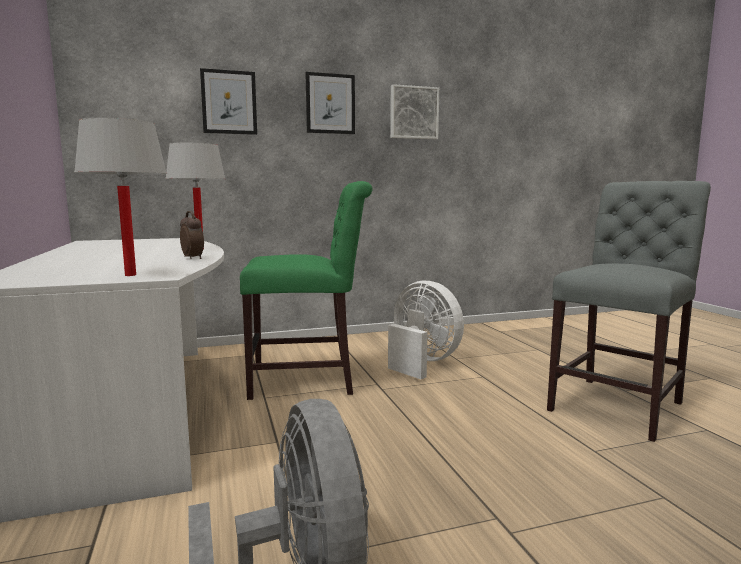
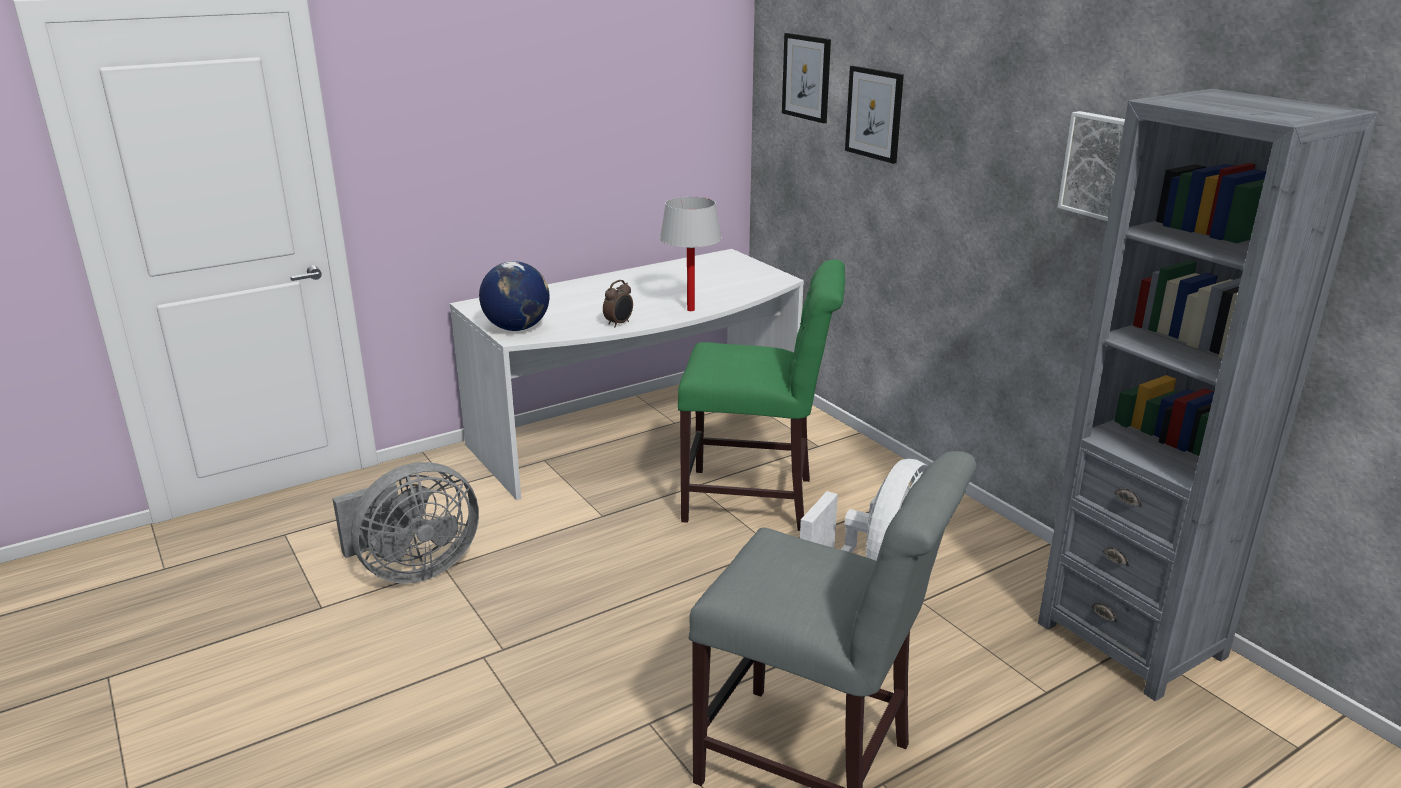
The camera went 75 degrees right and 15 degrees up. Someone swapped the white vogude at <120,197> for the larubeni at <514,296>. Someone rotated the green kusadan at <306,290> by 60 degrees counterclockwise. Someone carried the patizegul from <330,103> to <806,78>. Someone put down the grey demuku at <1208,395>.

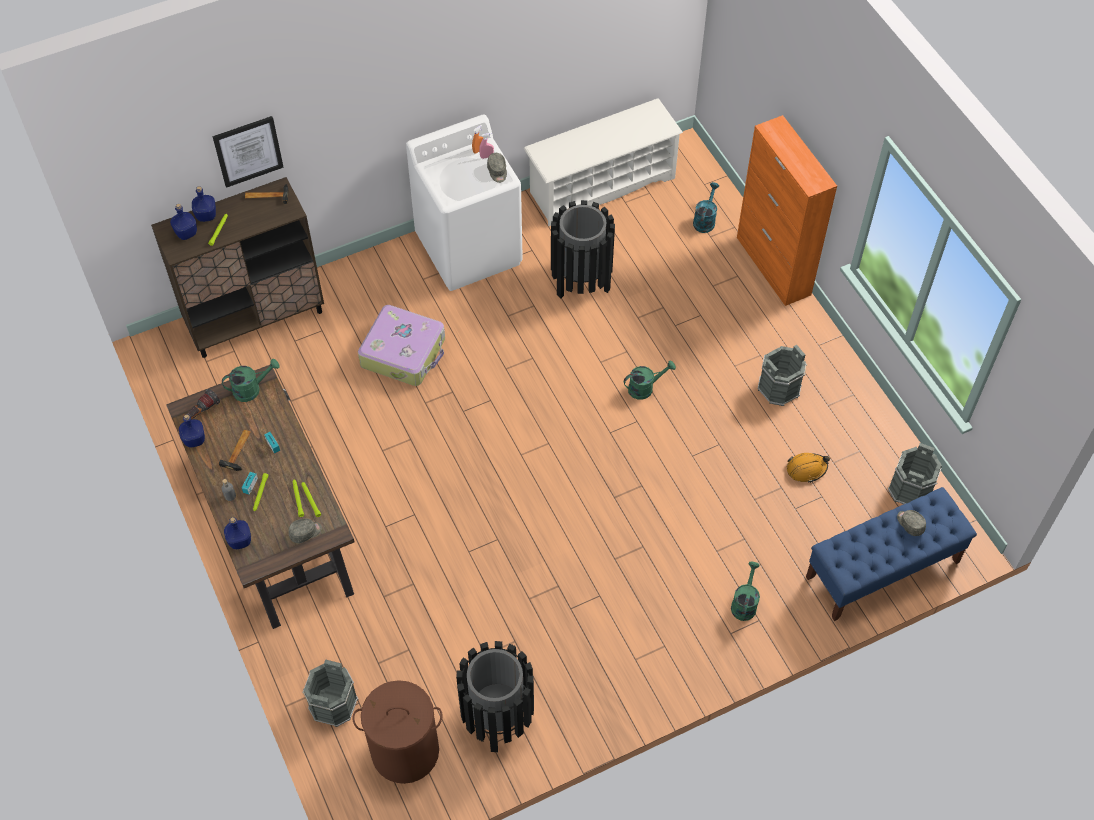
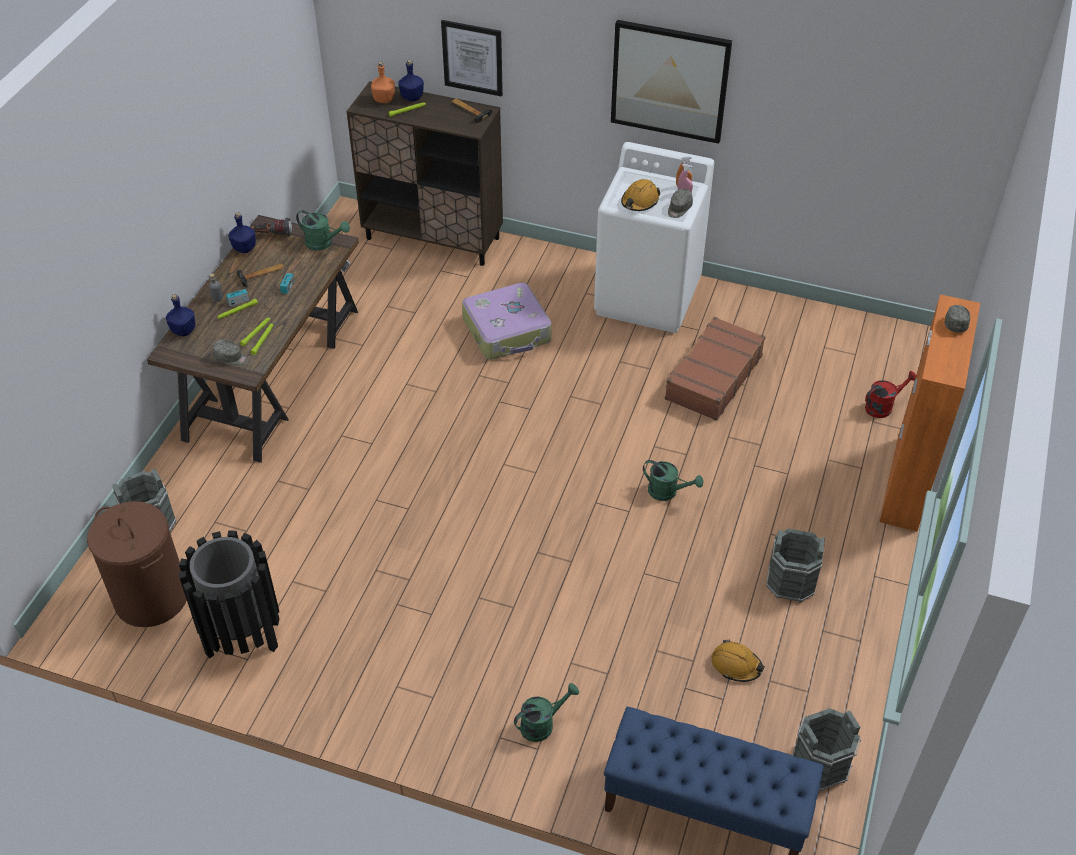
The camera went 45 degrees right and 10 degrees down. Someone repainted the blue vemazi at <183,222>, which became the orange vemazi at <383,82>. Someone put up the patizegul at <671,82>. Someone put down the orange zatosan at <640,195>. Someone swapped the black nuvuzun at <583,249> for the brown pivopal at <715,369>. Someone repainted the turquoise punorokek at <706,207>, which became the red punorokek at <890,394>. Someone carried the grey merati from <911,523> to <957,319>. Someone took away the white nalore at <603,162>.

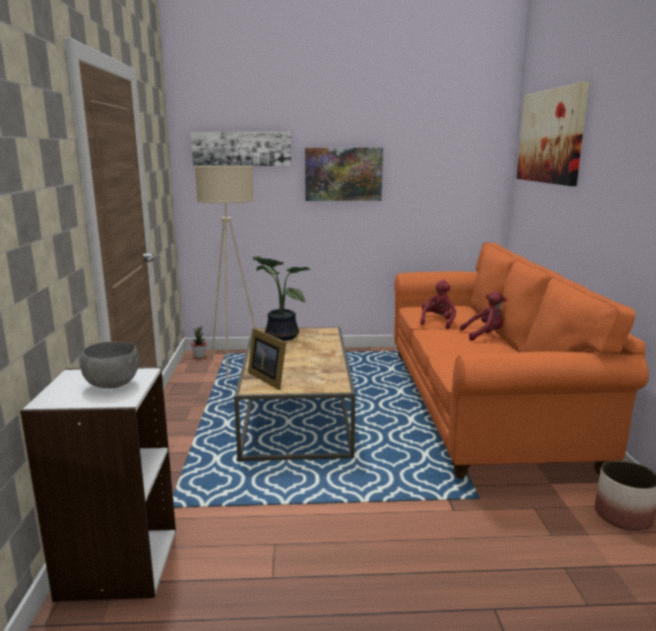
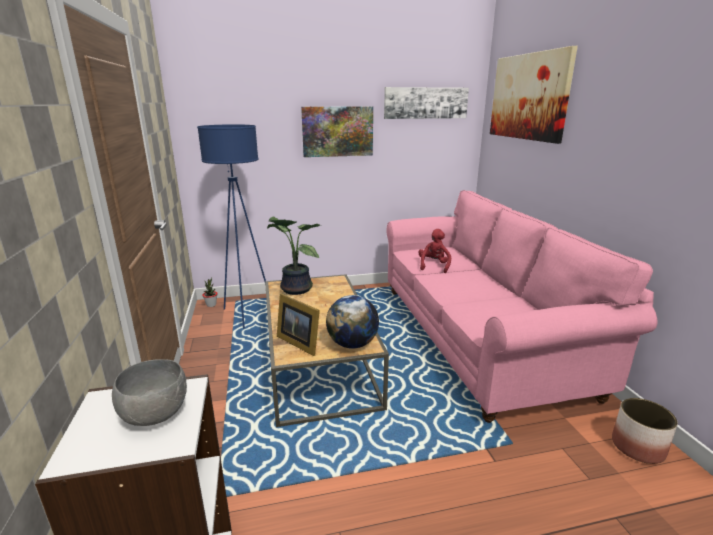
The camera went 10 degrees left and 5 degrees up. Someone repainted the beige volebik at <225,272>, which became the blue volebik at <231,226>. Someone put down the larubeni at <352,322>. Someone carried the patizegul from <241,149> to <426,103>. Someone repainted the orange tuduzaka at <521,360>, which became the pink tuduzaka at <522,306>. Someone took away the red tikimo at <483,316>.

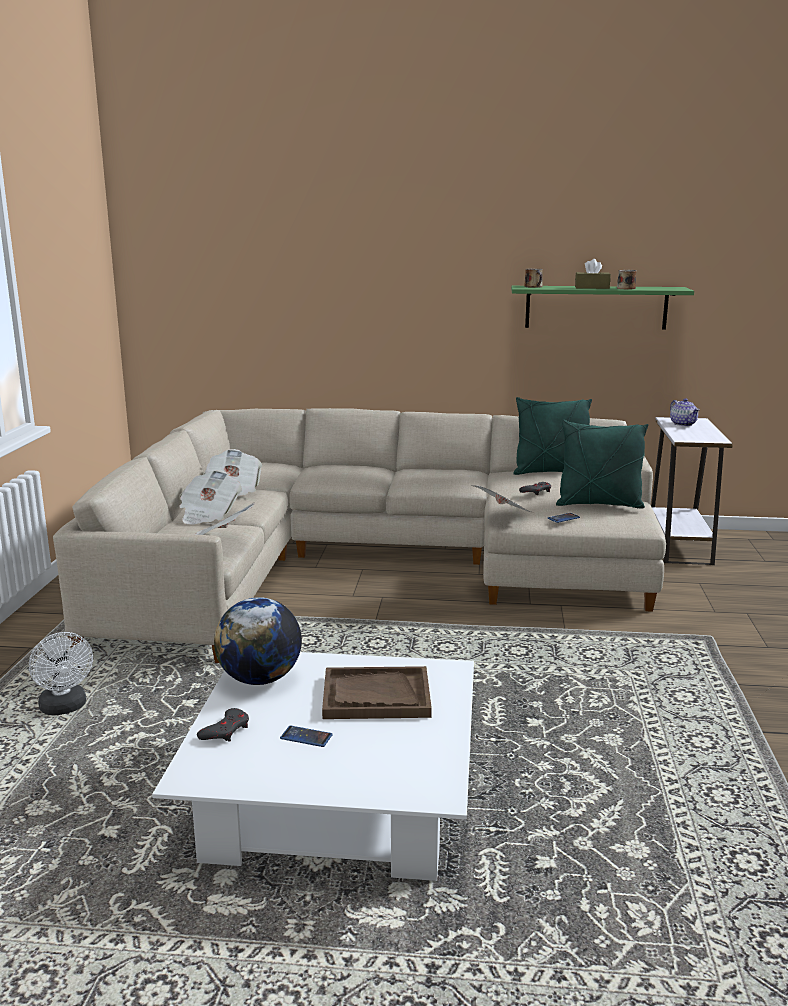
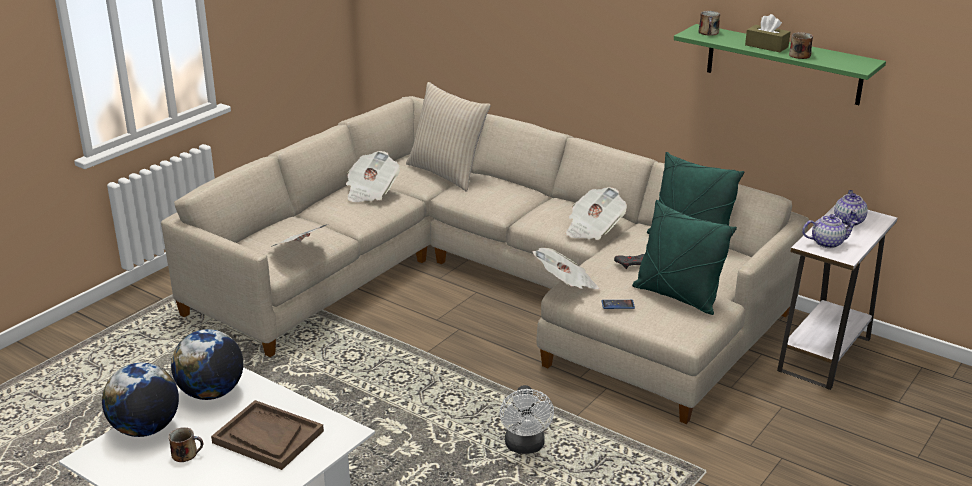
The camera went 30 degrees right and 10 degrees up. Someone swapped the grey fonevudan at <223,725> for the larubeni at <140,400>. Someone swapped the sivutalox at <306,736> for the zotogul at <186,444>. Someone put down the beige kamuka at <448,137>. Someone carried the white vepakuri from <61,673> to <527,419>. Someone carried the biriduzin from <210,497> to <596,213>. Someone put down the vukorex at <830,231>.

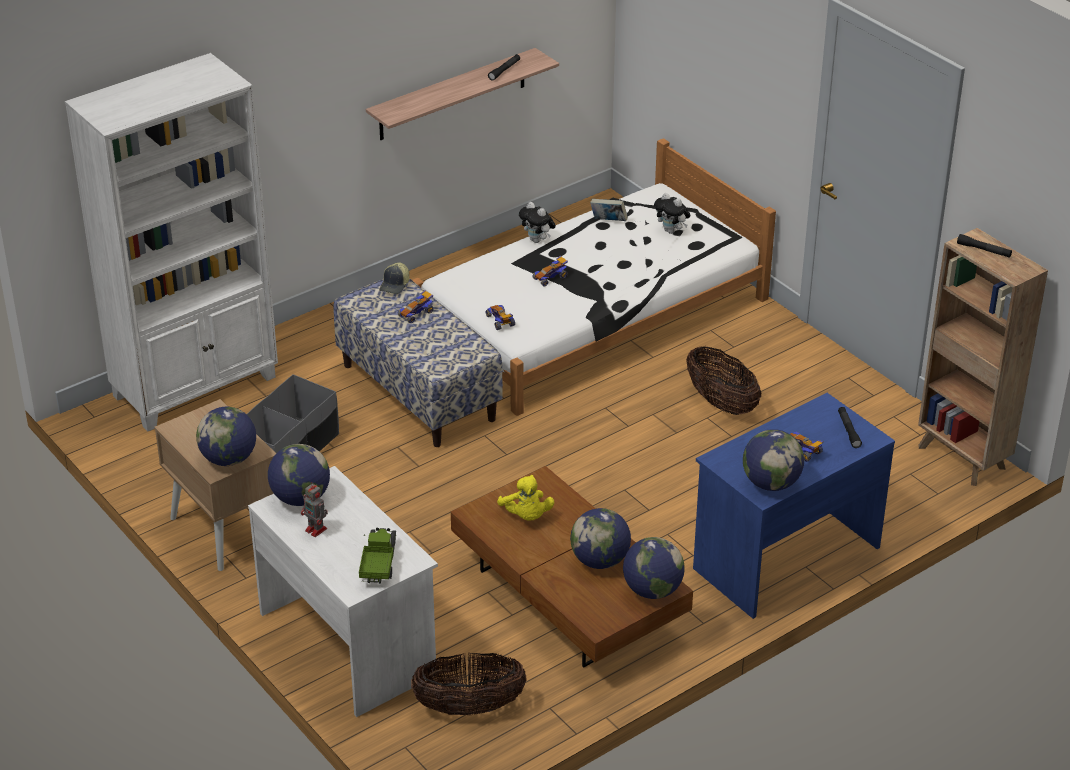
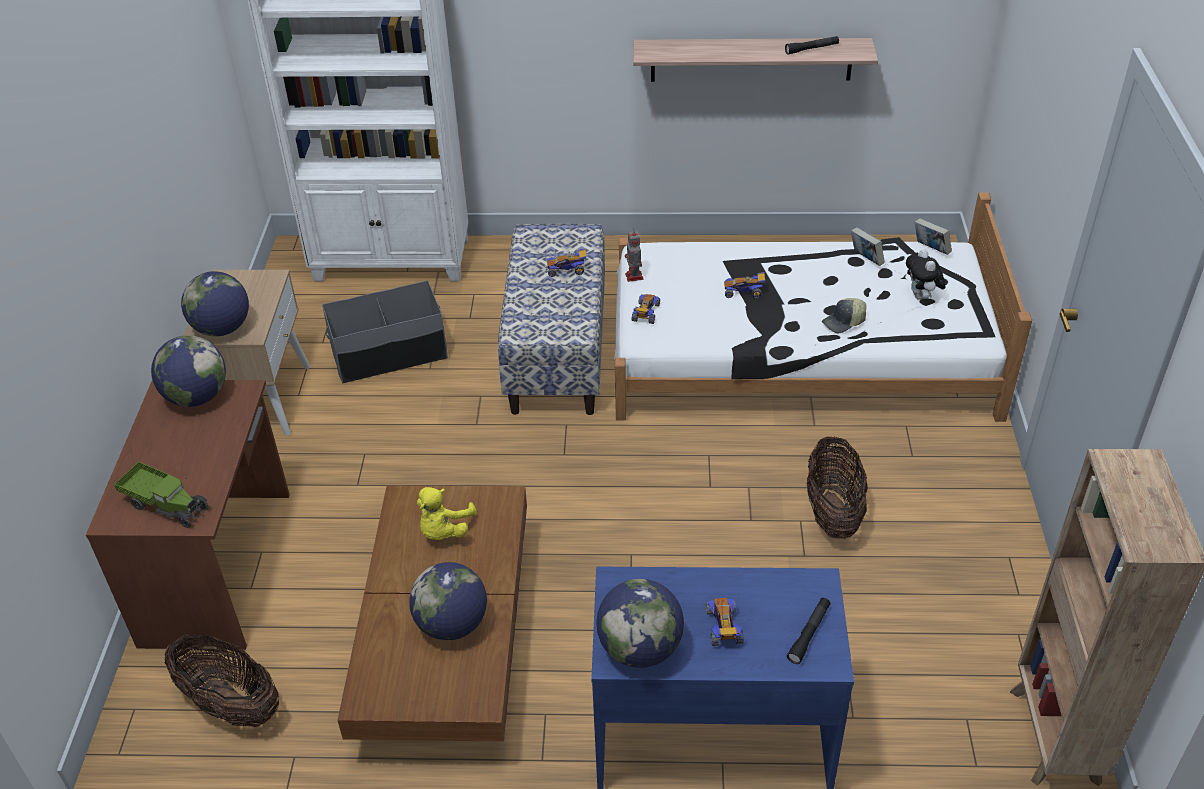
The camera went 40 degrees right and 5 degrees up. Someone repainted the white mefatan at <343,591>, which became the brown mefatan at <188,515>. Someone rotated the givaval at <377,556> by 75 degrees clockwise. Someone carried the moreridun from <314,509> to <634,255>. Someone carried the merati from <394,278> to <844,315>. Someone put down the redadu at <933,236>. Someone took away the tikimo at <537,222>. Someone took away the larubeni at <654,568>. Someone took away the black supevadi at <984,246>.

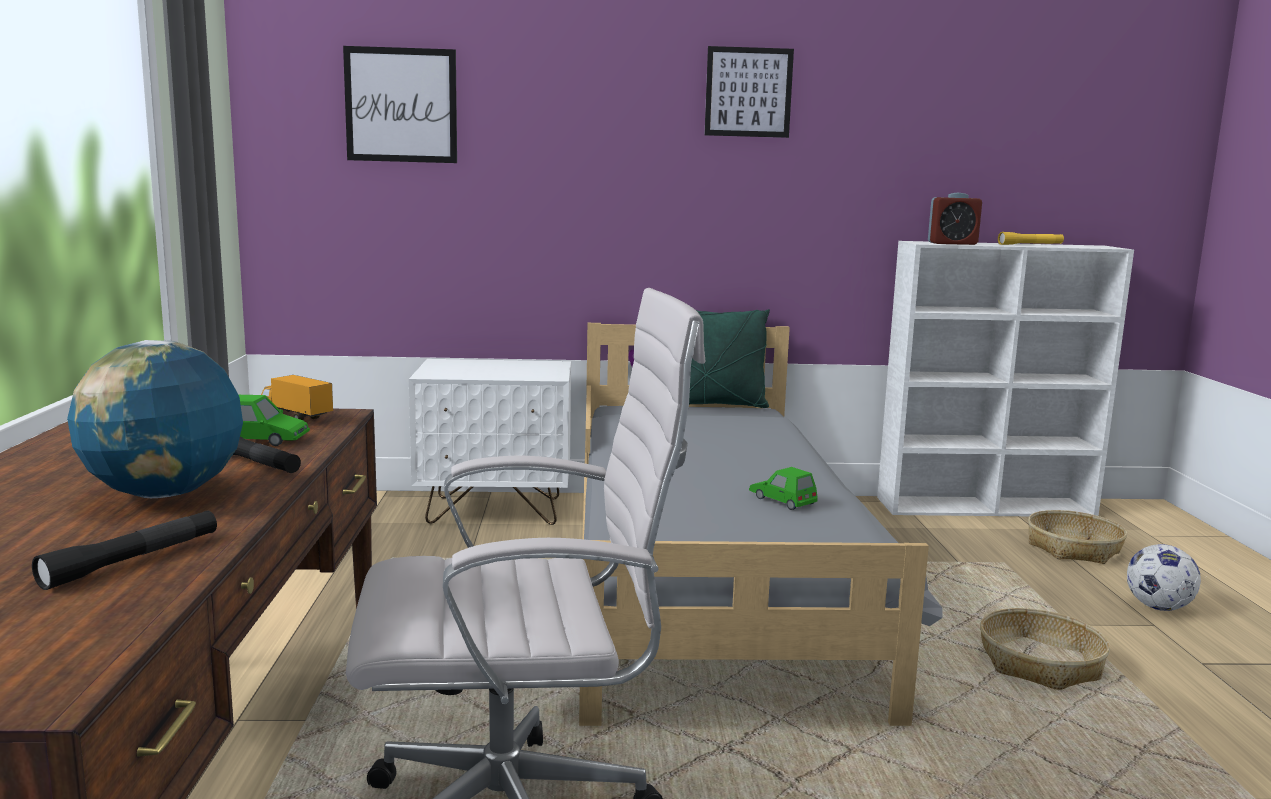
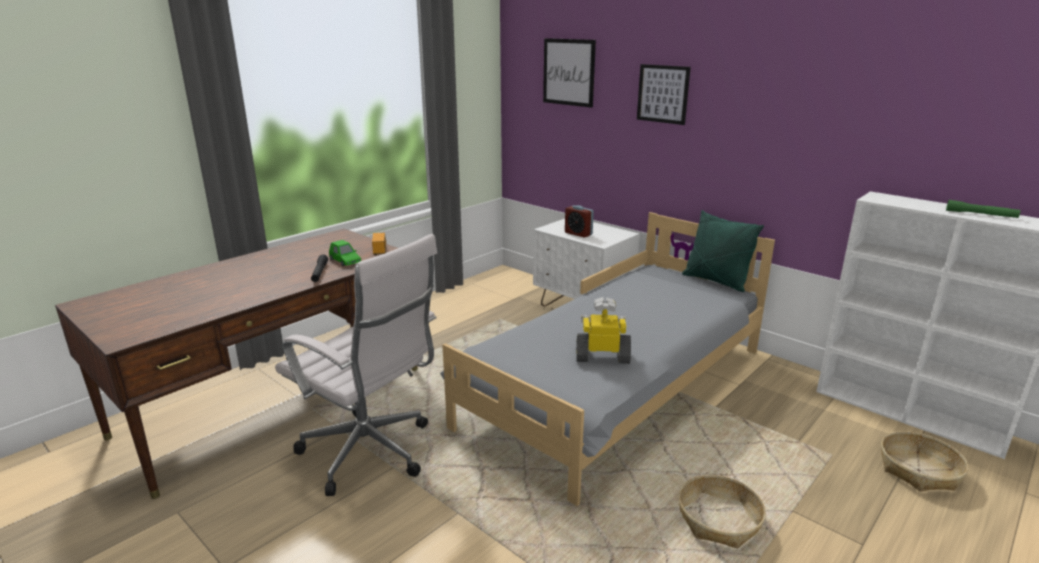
The camera went 45 degrees right and 10 degrees up. Someone carried the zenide from <955,219> to <579,221>. Someone swapped the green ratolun at <783,488> for the moreridun at <603,330>. Someone carried the patizegul from <749,92> to <664,94>. Someone repainted the yellow supevadi at <1031,238>, which became the green supevadi at <983,209>. Someone took away the black supevadi at <124,550>. Someone took away the larubeni at <155,419>. Someone took away the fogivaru at <1164,577>.

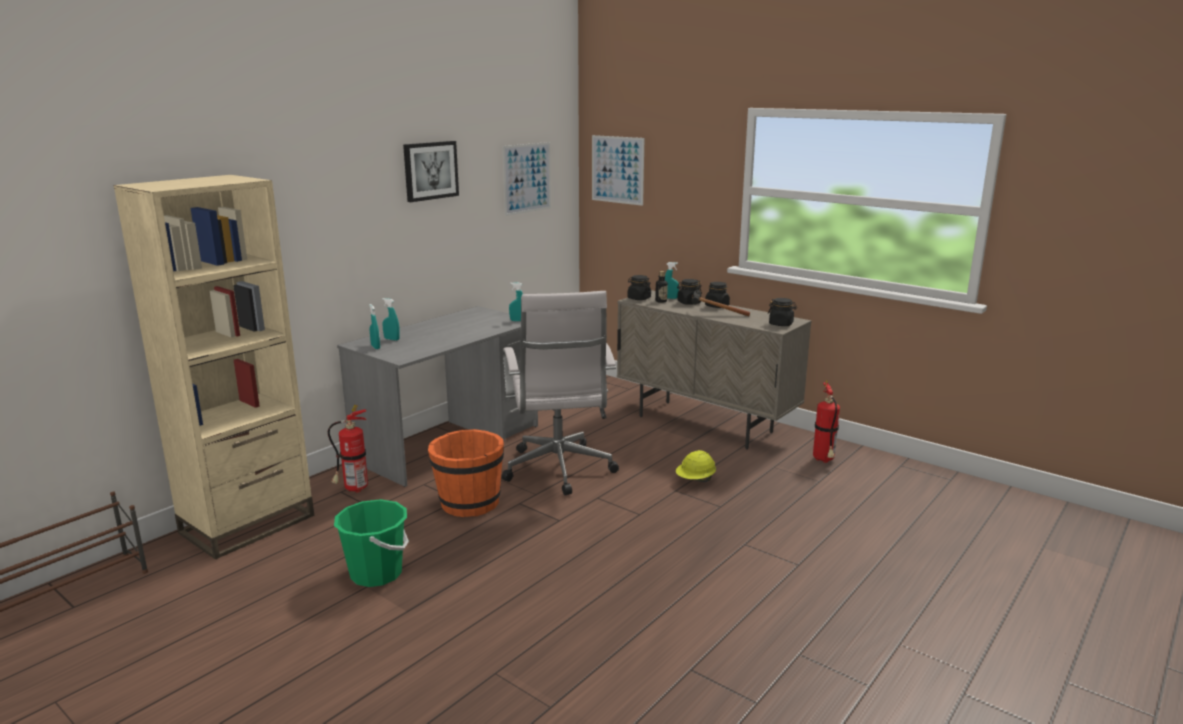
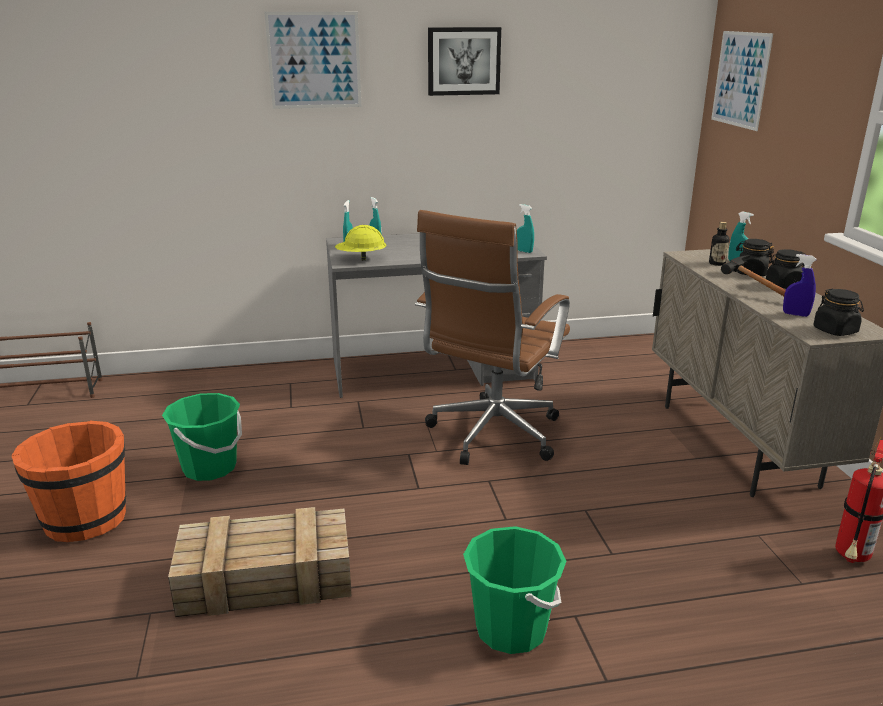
The camera went 40 degrees right and 5 degrees up. Someone carried the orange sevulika from <466,473> to <68,481>. Someone put down the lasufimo at <260,562>. Someone carried the patizegul from <527,179> to <312,60>. Someone carried the yellow zatosan from <696,466> to <360,243>. Someone repainted the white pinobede at <560,393>, which became the brown pinobede at <492,337>. Someone put down the green sevulika at <514,590>. Someone put down the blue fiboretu at <800,285>. Someone took away the beige demuku at <213,367>. Someone took away the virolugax at <348,449>. Someone took away the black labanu at <639,287>.

